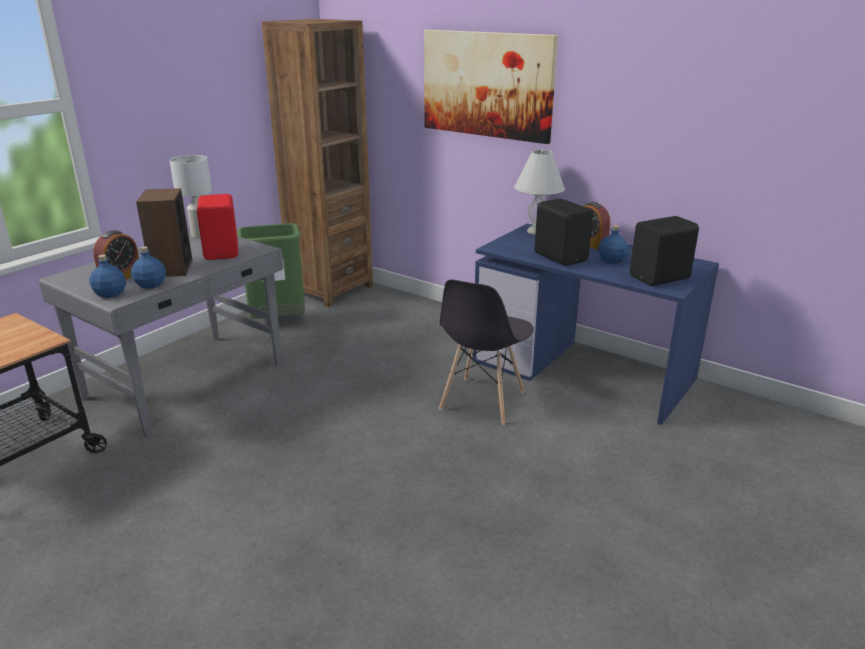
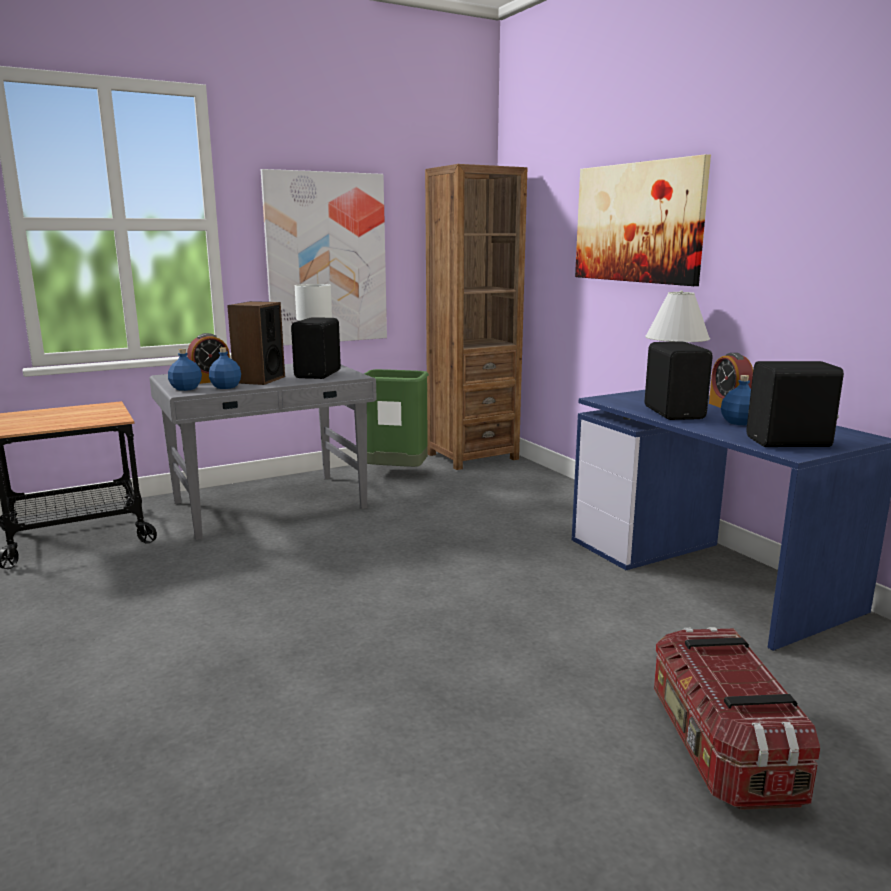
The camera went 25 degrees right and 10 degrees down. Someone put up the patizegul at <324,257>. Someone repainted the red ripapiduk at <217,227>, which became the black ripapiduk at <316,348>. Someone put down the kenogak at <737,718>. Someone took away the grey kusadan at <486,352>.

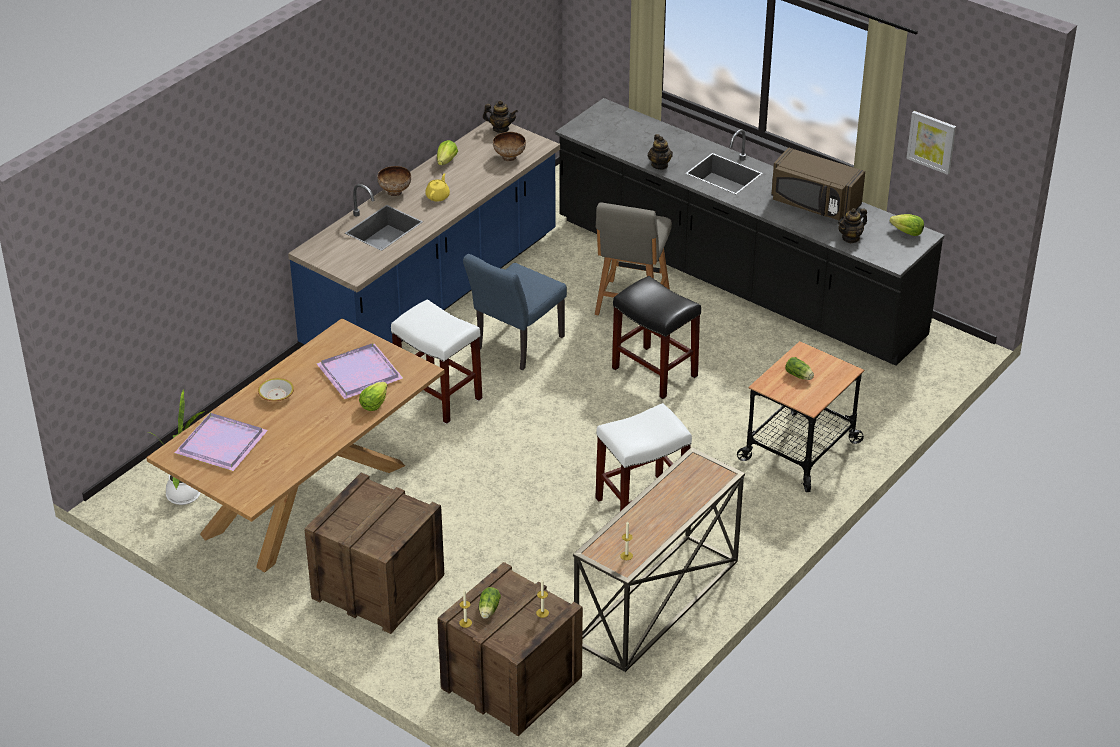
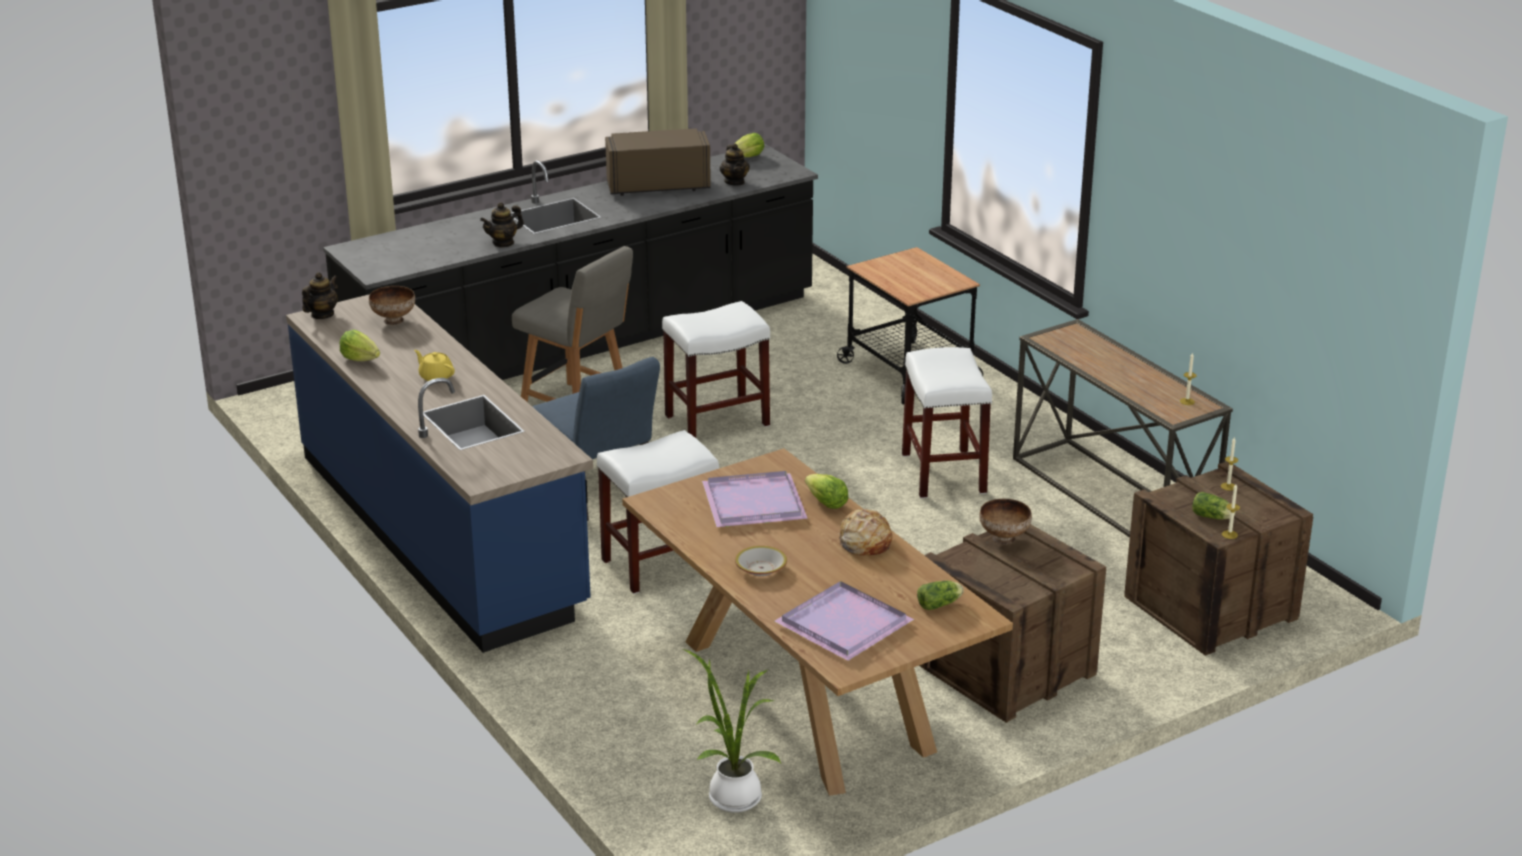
The camera went 70 degrees left and 10 degrees down. Someone rotated the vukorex at <660,152> by 135 degrees clockwise. Someone rotated the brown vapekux at <818,183> by 150 degrees counterclockwise. Someone repainted the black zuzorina at <656,337>, which became the white zuzorina at <716,369>. Someone put down the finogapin at <865,532>. Someone carried the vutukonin from <799,368> to <940,595>. Someone carried the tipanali from <394,181> to <1005,522>. Someone took away the patizegul at <931,143>.

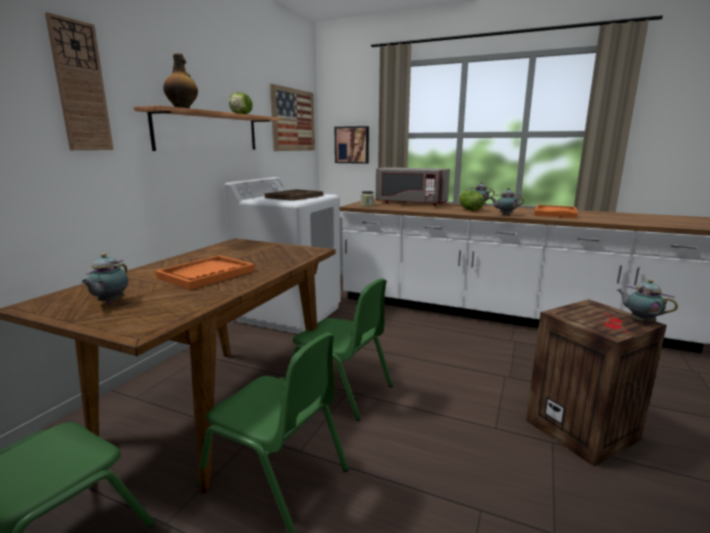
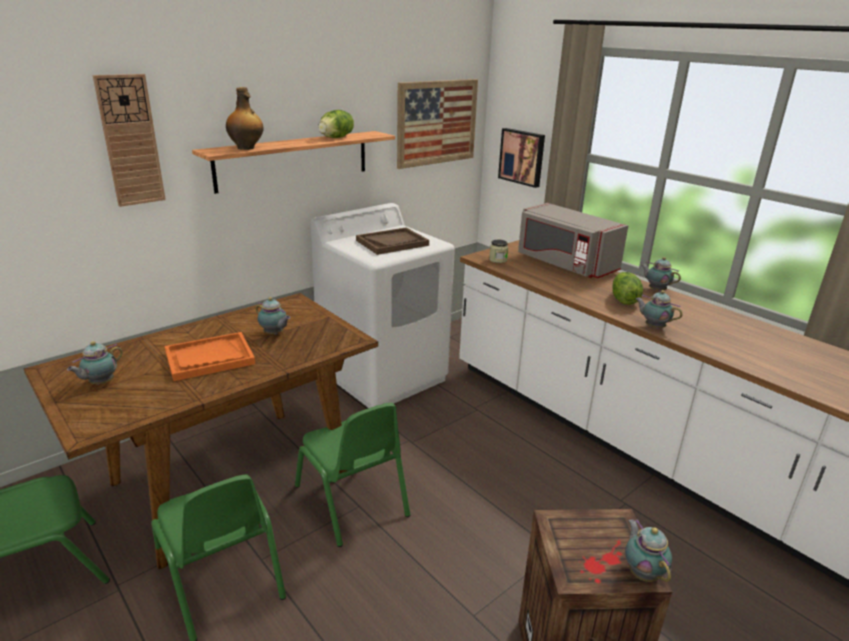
The camera went 25 degrees right and 10 degrees up. Someone put down the vukorex at <273,316>. Someone took away the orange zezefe at <556,211>.

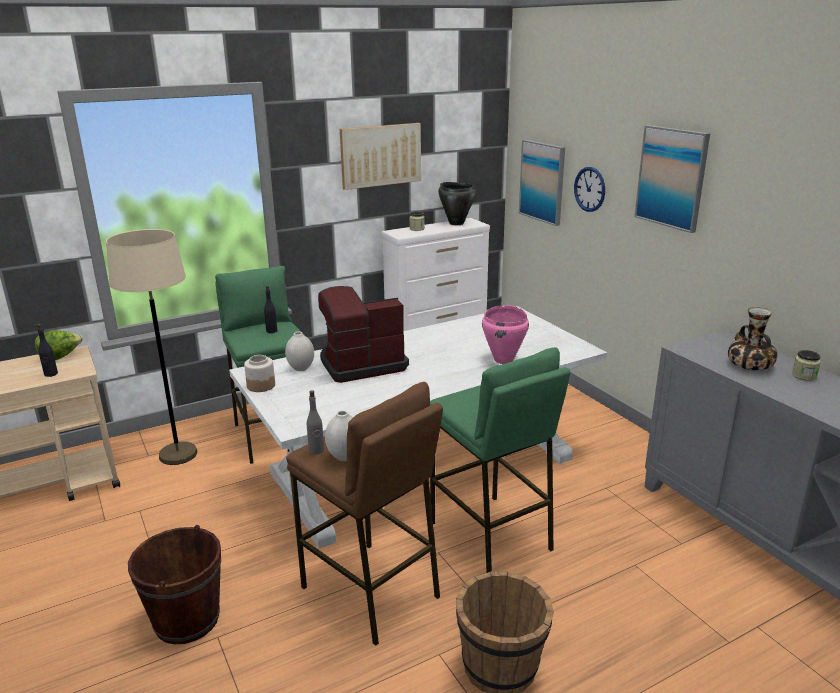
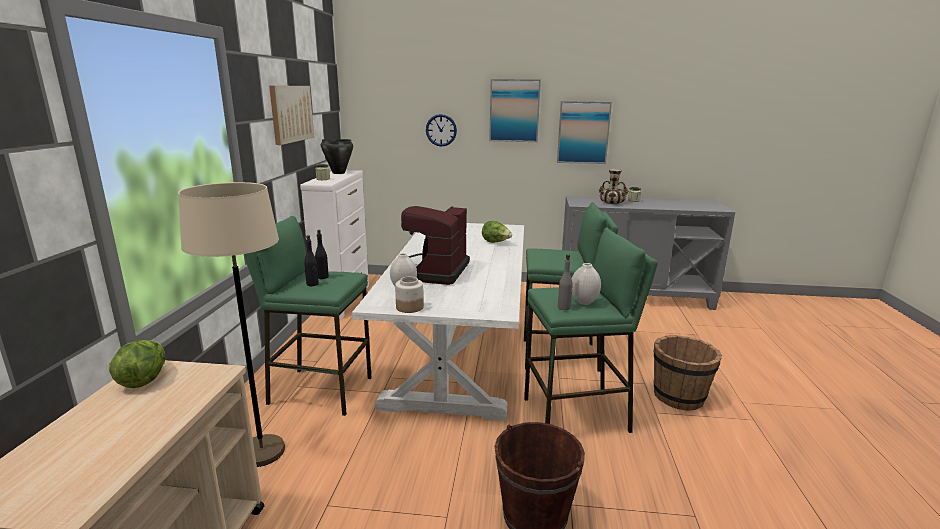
The camera went 55 degrees left and 5 degrees down. Someone carried the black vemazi from <47,350> to <311,260>. Someone swapped the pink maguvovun at <505,334> for the vutukonin at <497,232>. Someone repainted the brown zuzorina at <364,514>, which became the green zuzorina at <591,330>. Someone carried the patizegul from <542,183> to <584,132>.

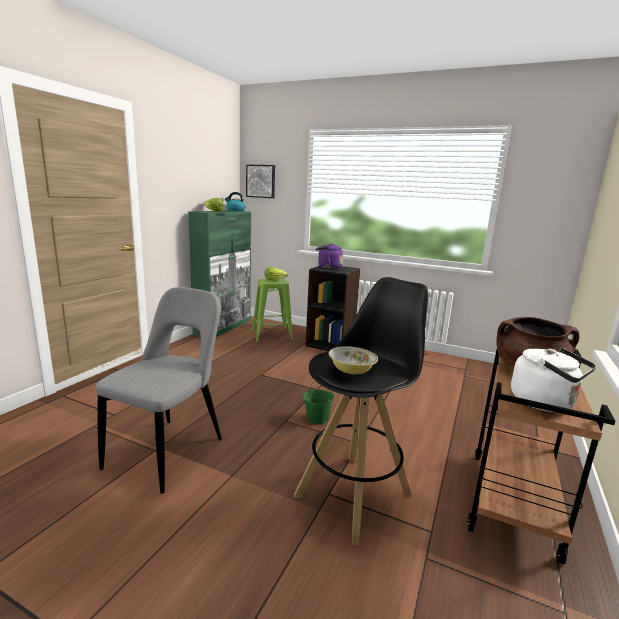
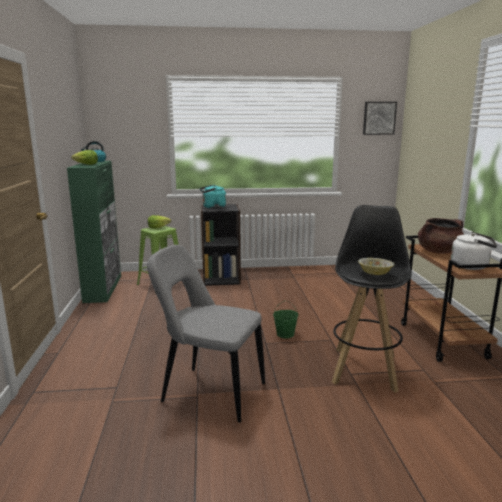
The camera went 30 degrees left and 0 degrees up. Someone rotated the grey kusadan at <158,390> by 60 degrees counterclockwise. Someone repainted the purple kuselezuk at <329,256>, which became the turquoise kuselezuk at <213,197>. Someone carried the patizegul from <260,181> to <380,118>.

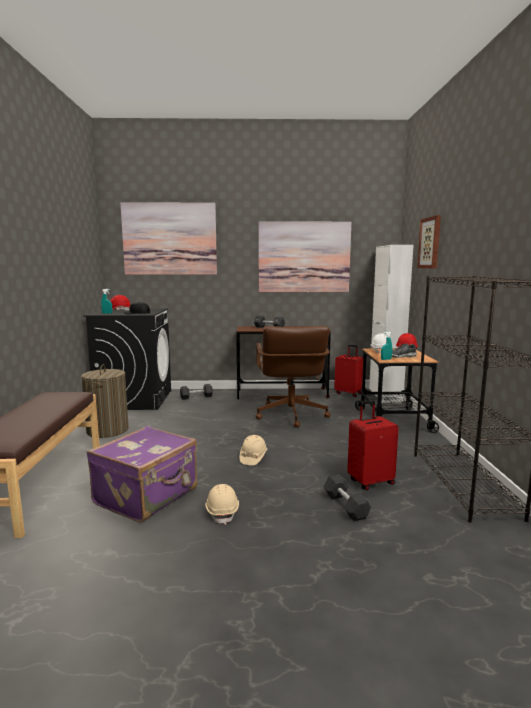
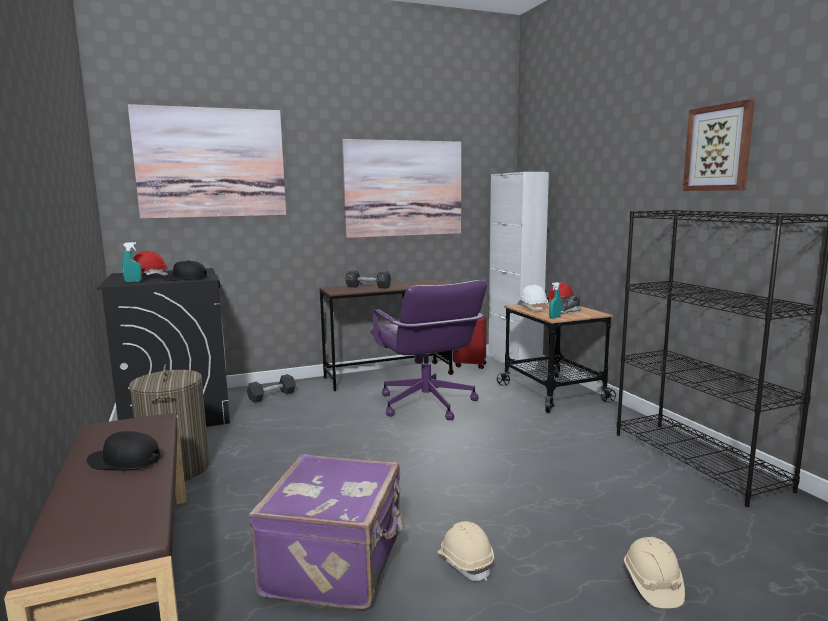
The camera went 20 degrees left and 0 degrees up. Someone put down the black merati at <124,450>. Someone repainted the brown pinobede at <293,377>, which became the purple pinobede at <428,350>. Someone carried the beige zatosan from <253,450> to <654,572>. Someone carried the patizegul from <429,241> to <719,145>. Someone took away the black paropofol at <347,497>. Someone took away the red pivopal at <373,445>.

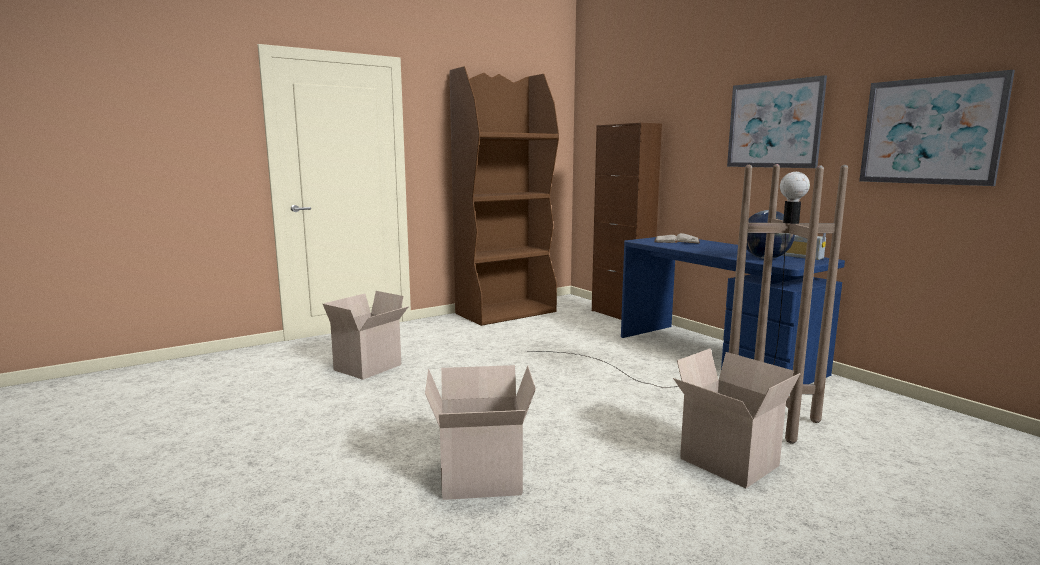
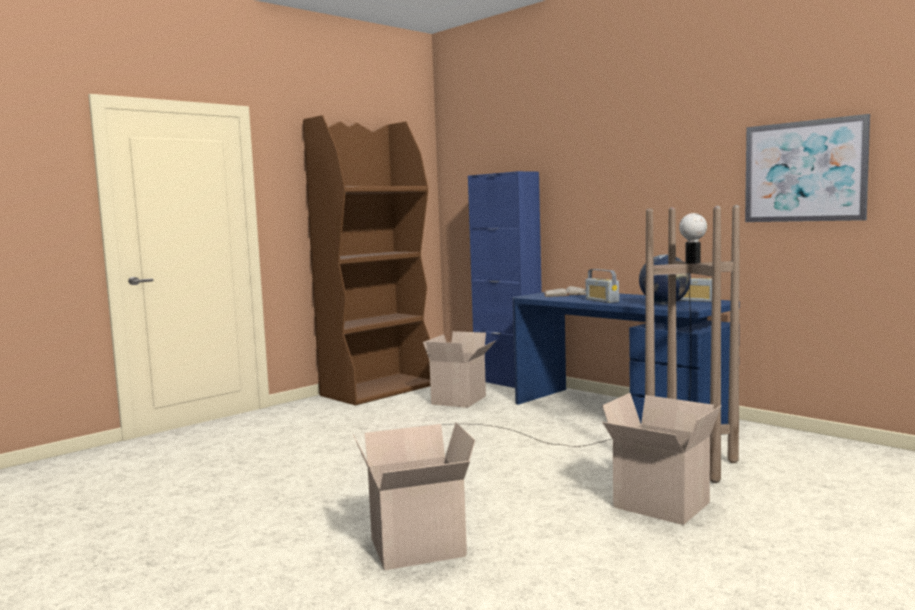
The camera went 10 degrees left and 5 degrees down. Someone carried the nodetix from <366,335> to <459,369>. Someone repainted the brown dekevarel at <627,221>, which became the blue dekevarel at <505,279>. Someone put down the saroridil at <602,286>. Someone took away the patizegul at <777,121>.

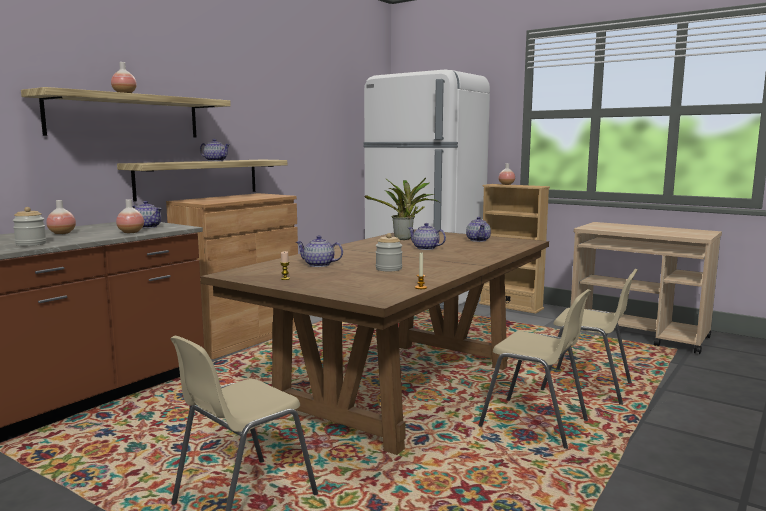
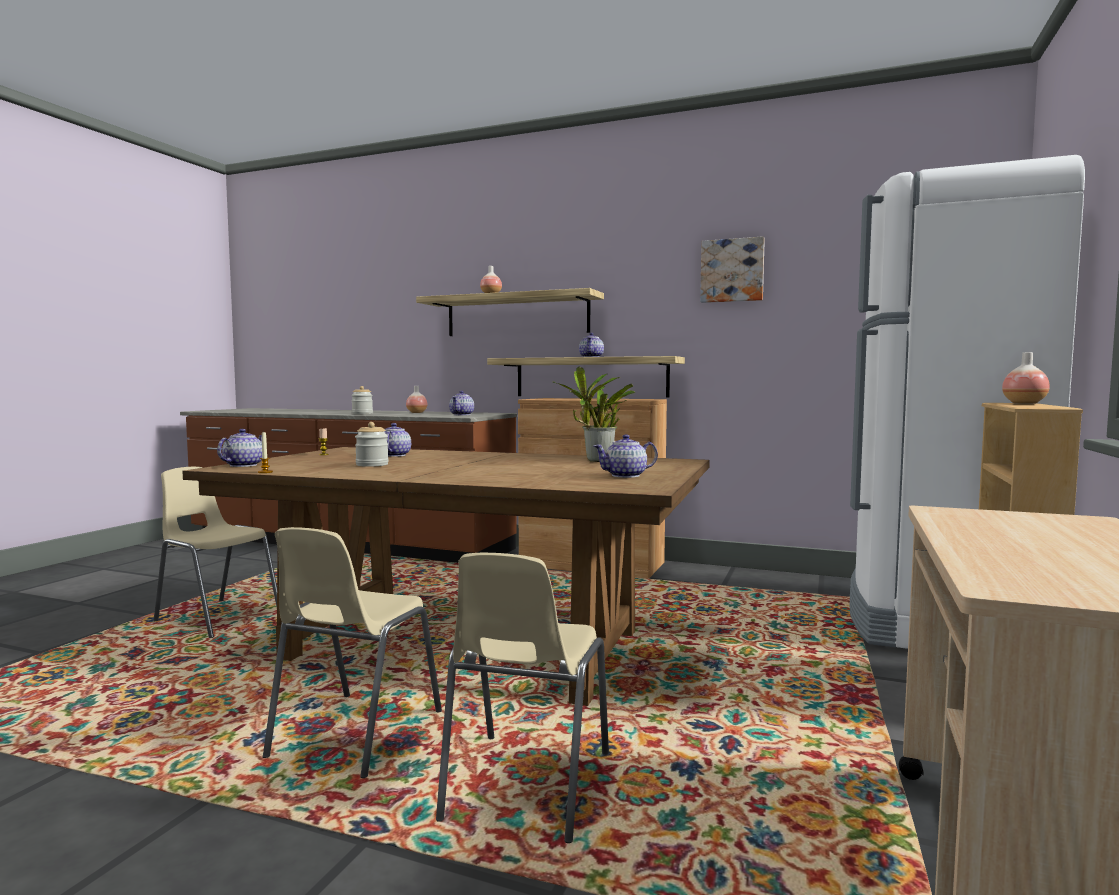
The camera went 75 degrees right and 5 degrees down. Someone carried the vukorex from <427,236> to <239,448>. Someone put up the patizegul at <732,269>. Someone took away the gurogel at <130,216>.

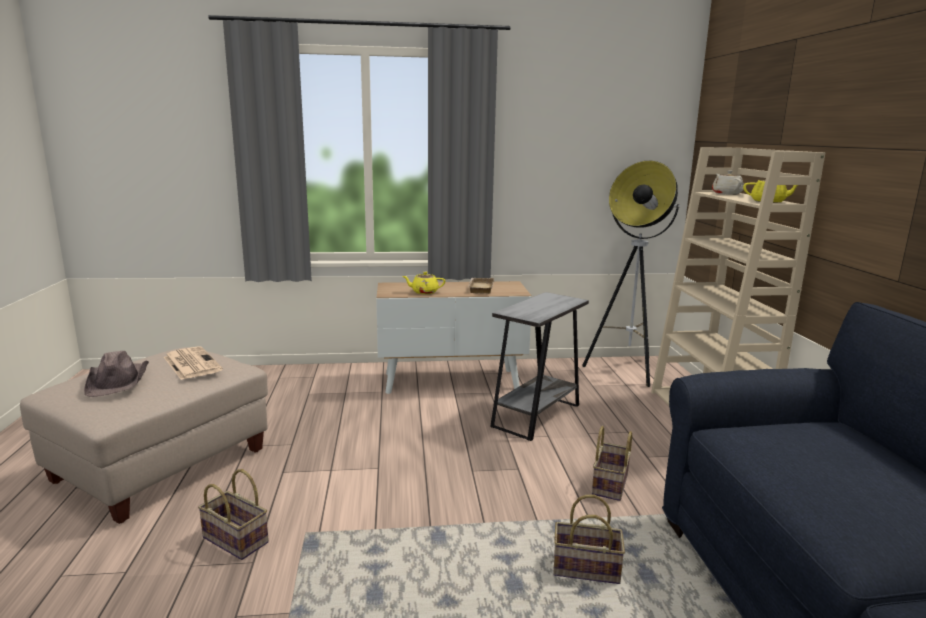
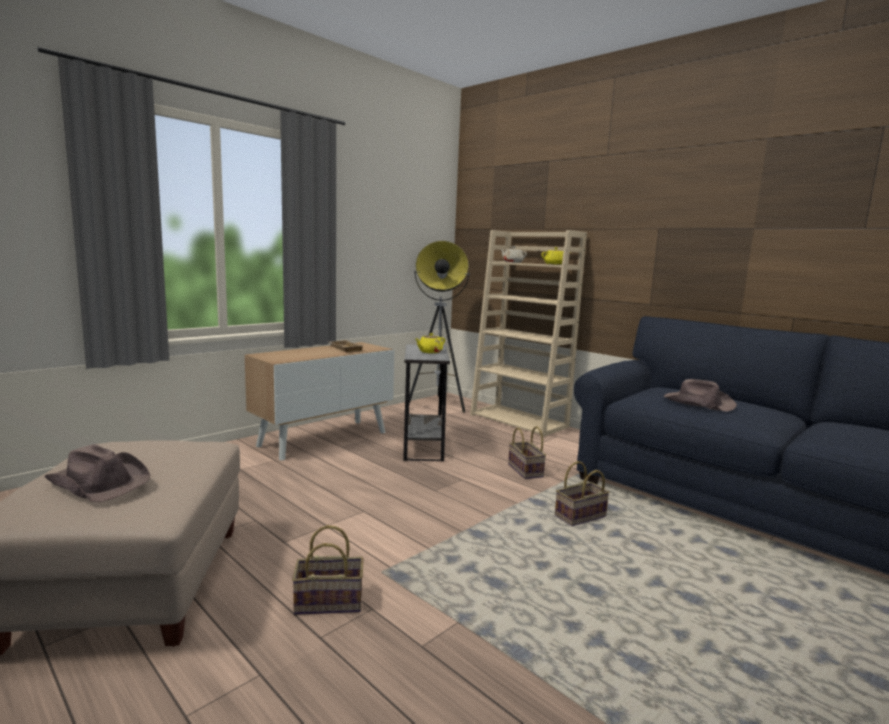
The camera went 40 degrees left and 5 degrees down. Someone carried the yellow vukorex from <424,283> to <430,343>. Someone put down the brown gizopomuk at <700,395>. Someone took away the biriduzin at <193,363>.

